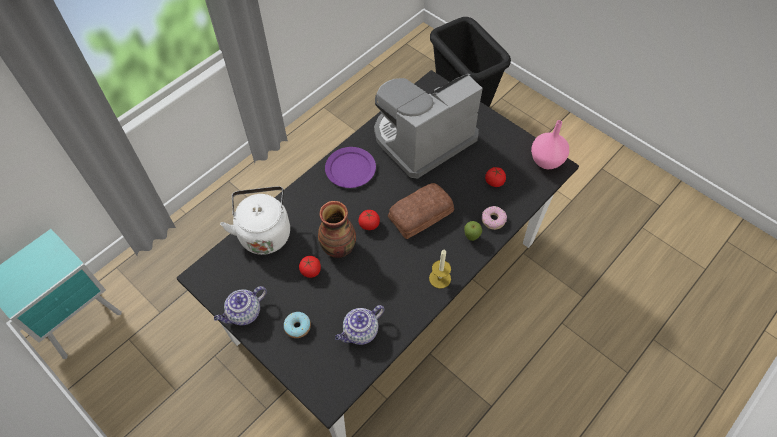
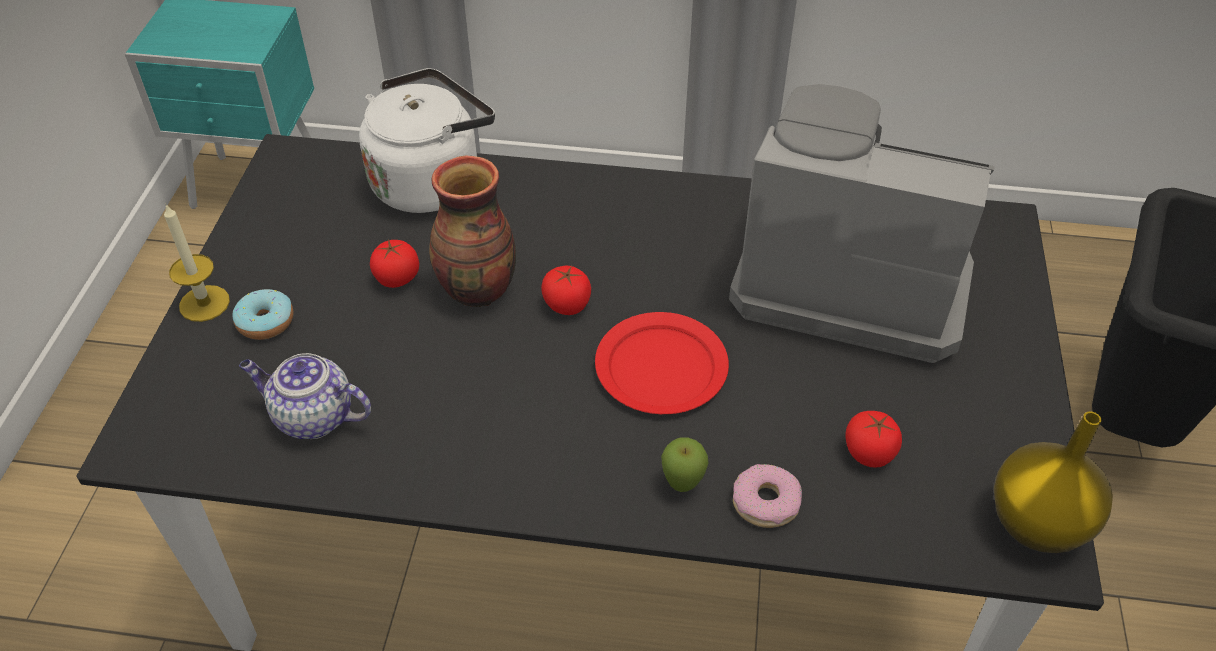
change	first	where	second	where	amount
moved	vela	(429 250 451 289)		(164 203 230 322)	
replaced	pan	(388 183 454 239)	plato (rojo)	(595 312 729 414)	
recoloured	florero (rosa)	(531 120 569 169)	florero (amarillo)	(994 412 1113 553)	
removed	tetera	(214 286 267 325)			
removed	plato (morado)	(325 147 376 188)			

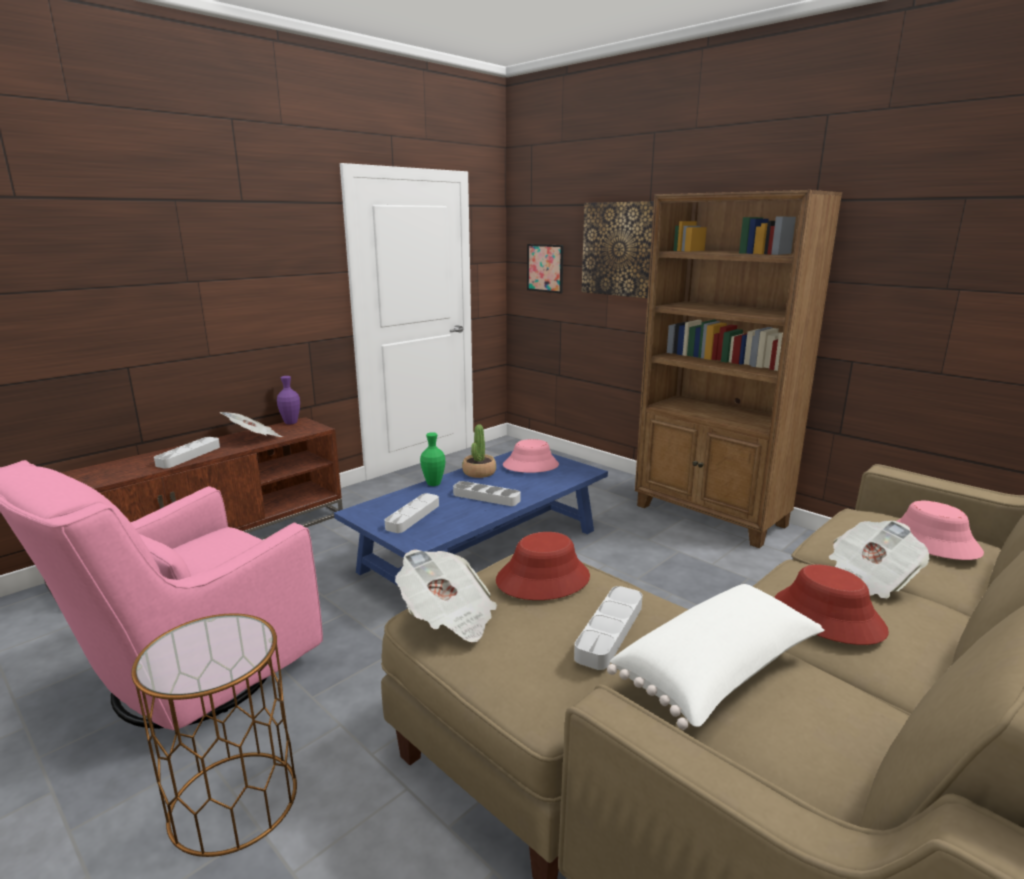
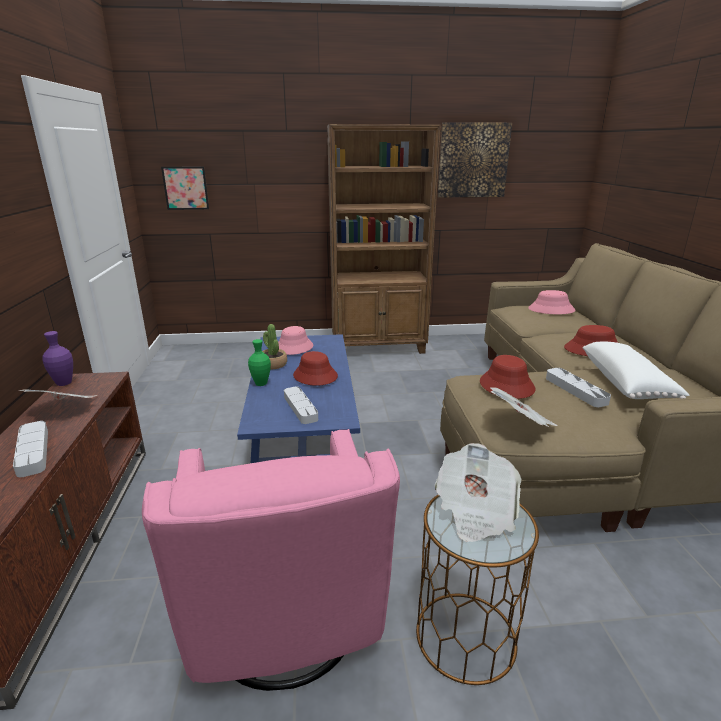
change	first	where	second	where	amount
replaced	bandeja (gris)	(453 481 520 506)	sombrero (rojo)	(293 351 338 386)	
moved	periódico	(829 521 930 598)		(435 443 521 542)	
moved	cuadro	(582 201 654 298)		(438 122 512 198)	

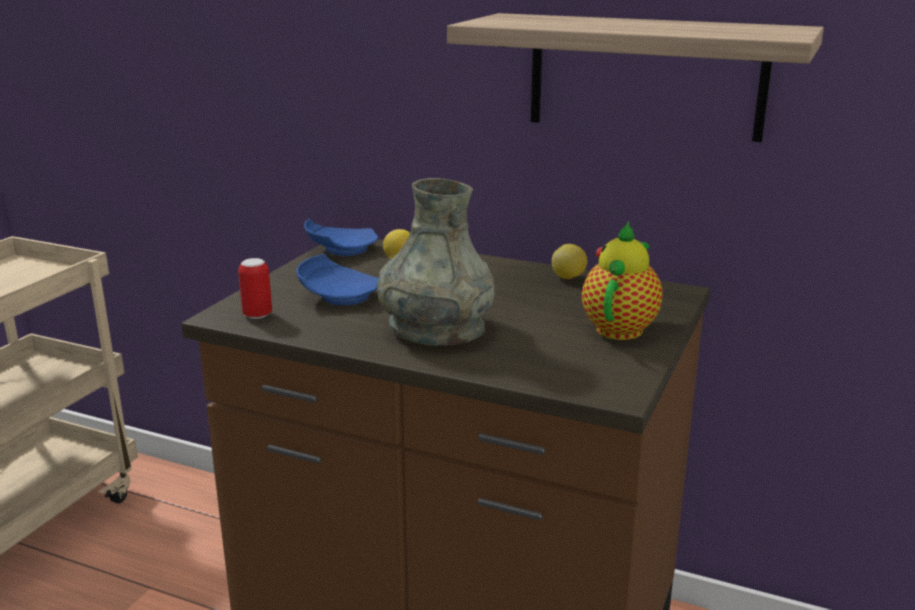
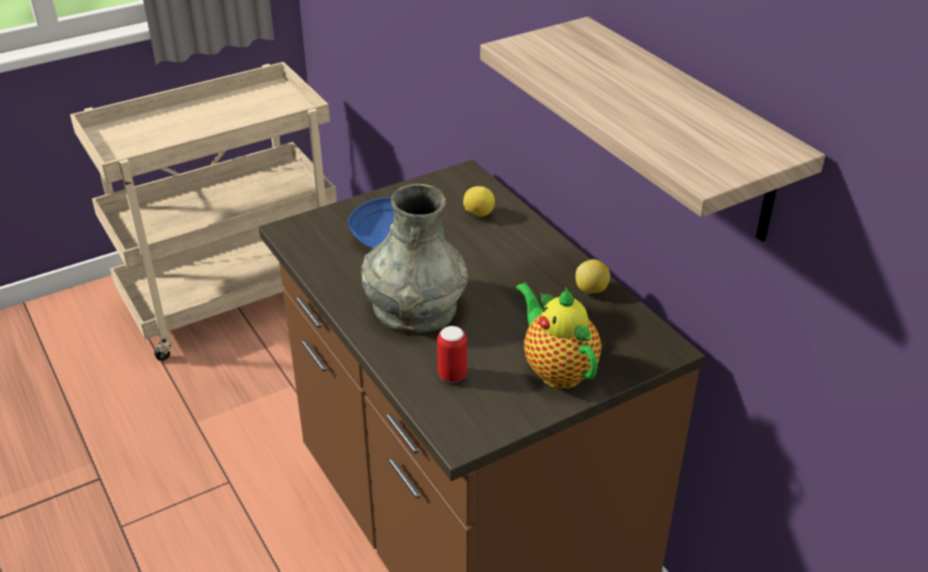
change	first	where	second	where	amount
moved	lata	(238 258 272 319)		(437 326 467 382)	
turned	tetera	(582 221 663 340)		(516 282 601 389)	90 degrees counterclockwise
removed	plato (azul)	(304 219 378 256)			

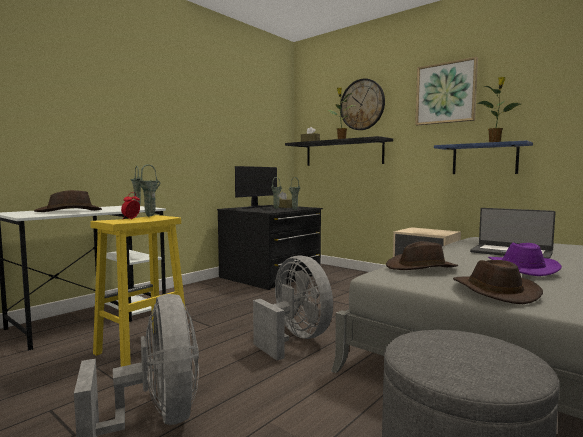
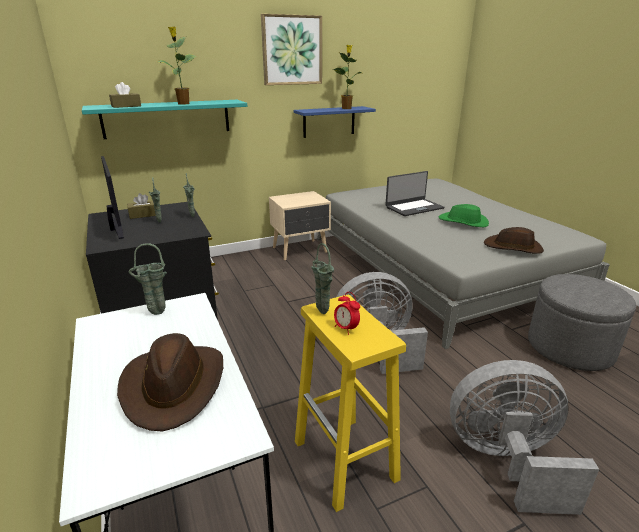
change	first	where	second	where	amount
recoloured	estante (negro)	(285 136 393 166)	estante (turquesa)	(82 100 247 139)	
recoloured	sombrero (morado)	(488 242 562 276)	sombrero (verde)	(439 204 489 227)	
removed	reloj de pared	(340 78 385 130)			
removed	sombrero (marrón)	(386 241 458 270)			

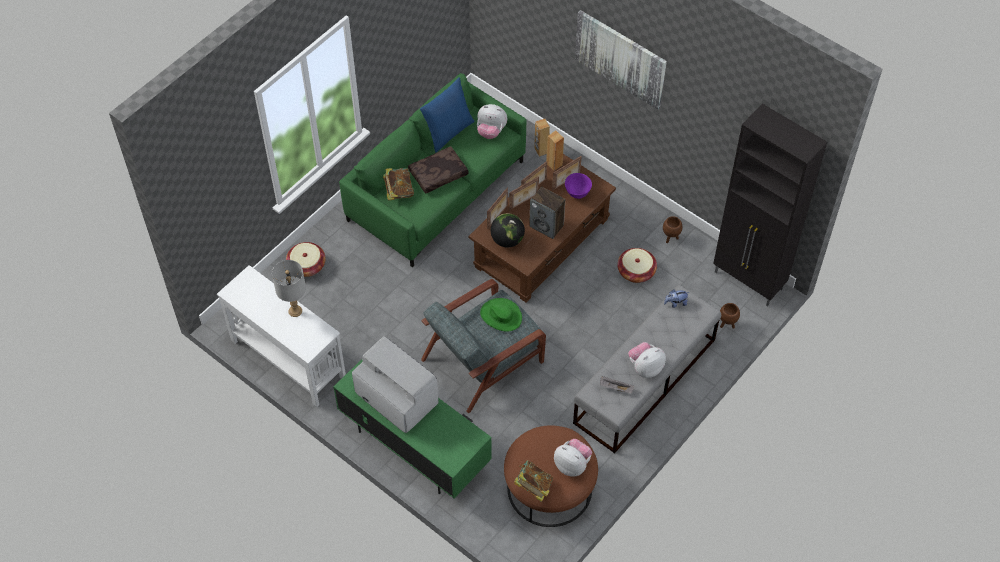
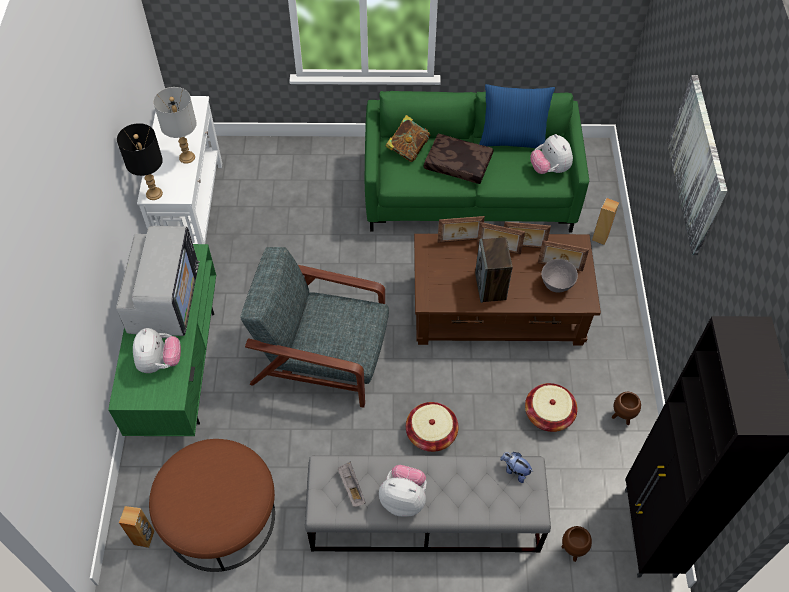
change	first	where	second	where	amount
added			lámpara de mesa (negro)	(117 123 163 200)	
moved	altavoz (marrón)	(546 130 564 171)		(119 506 155 548)	
moved	peluche	(554 439 592 477)		(133 328 181 373)	
moved	cesta	(286 242 326 277)		(406 402 458 452)	
recoloured	cuenco (morado)	(565 173 592 199)	cuenco (gris)	(541 259 578 293)	
removed	sombrero (verde)	(480 298 522 332)			
removed	globo terráqueo	(491 213 525 248)			
removed	libro	(514 460 553 502)			

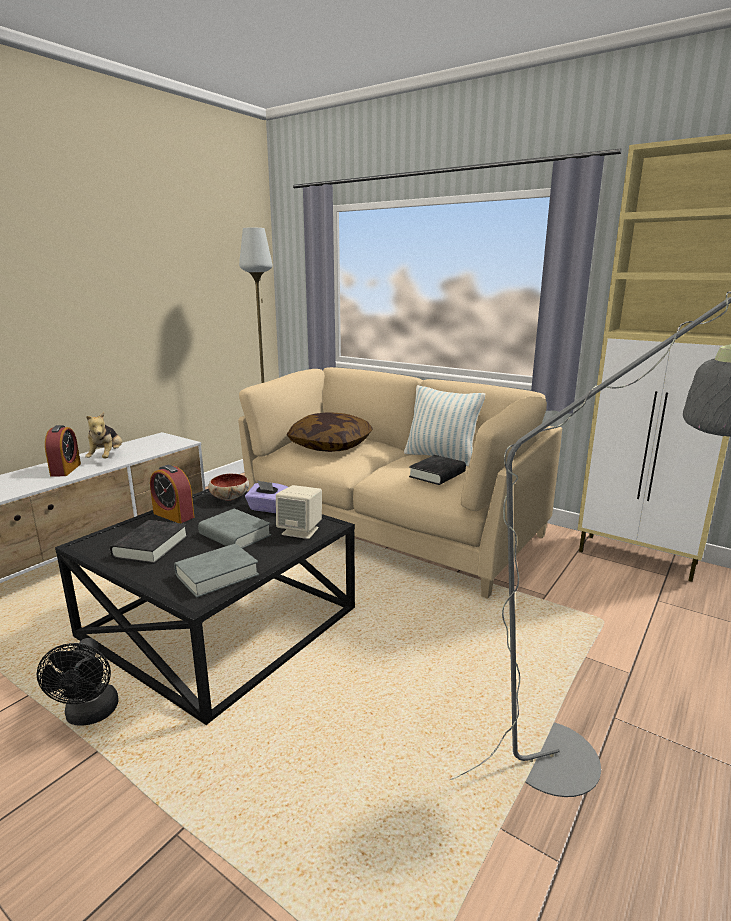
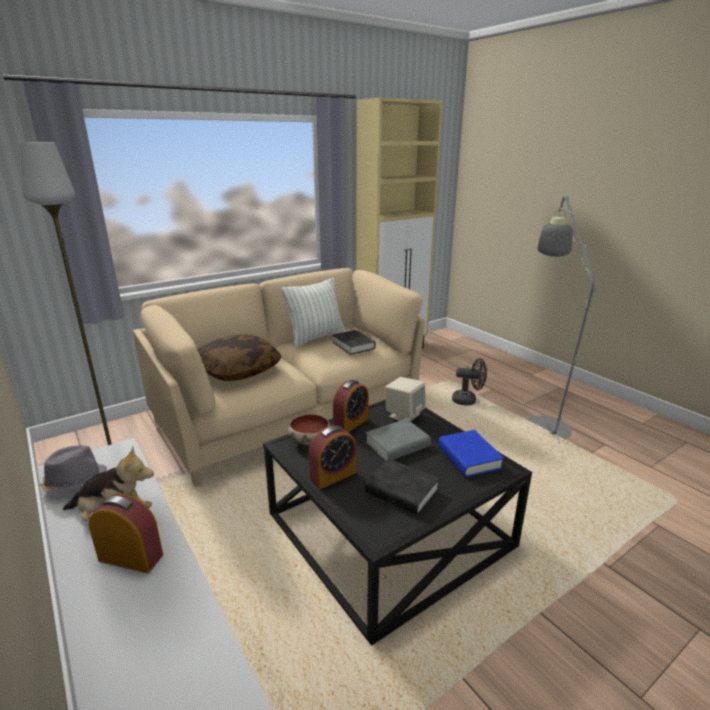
change	first	where	second	where	amount
added			sombrero (gris)	(40 445 107 491)	
replaced	caja de pañuelos (morado)	(245 480 288 513)	despertador	(333 380 369 433)	
recoloured	libro (gris)	(174 544 259 598)	libro (azul)	(438 430 504 477)	
moved	ventilador (negro)	(37 638 118 726)		(452 358 487 405)	

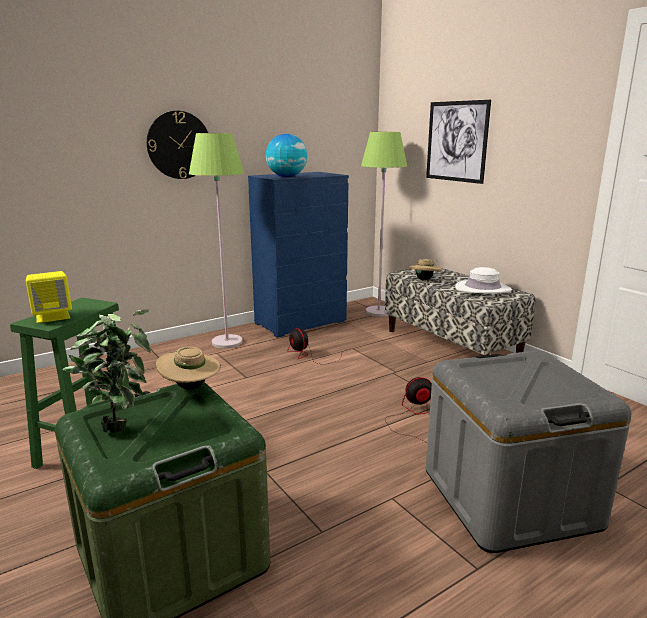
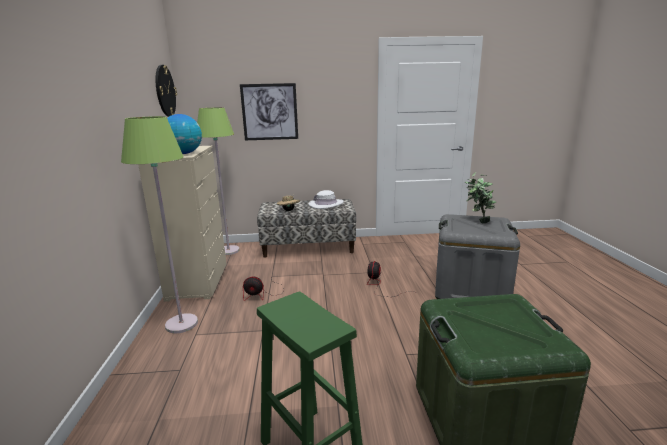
change	first	where	second	where	amount
recoloured	cómoda (azul)	(248 172 349 338)	cómoda (beis)	(138 146 227 302)	
moved	reloj de pared	(147 111 208 179)		(156 65 177 117)	
moved	planta en maceta	(62 309 151 433)		(465 172 496 223)	
removed	altavoz (amarillo)	(26 271 72 323)			
removed	sombrero (beis)	(156 347 221 390)			

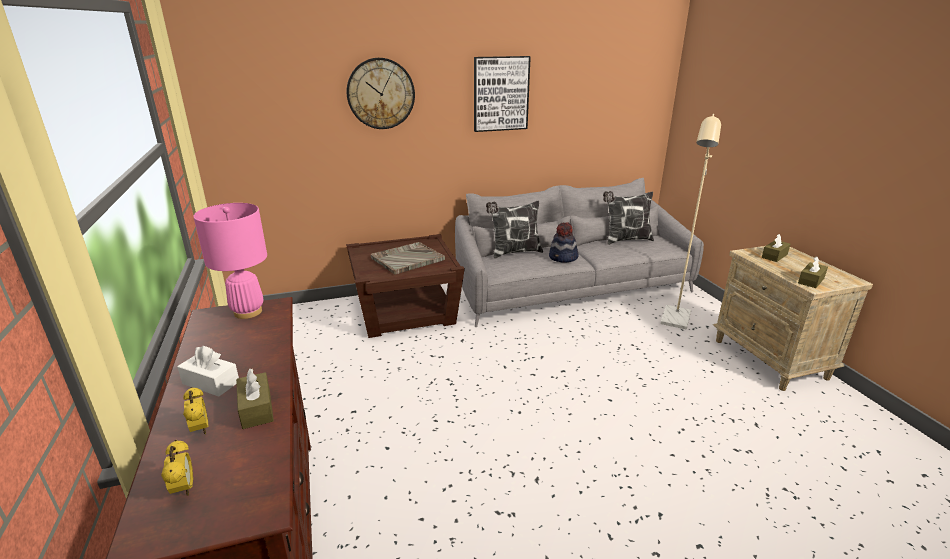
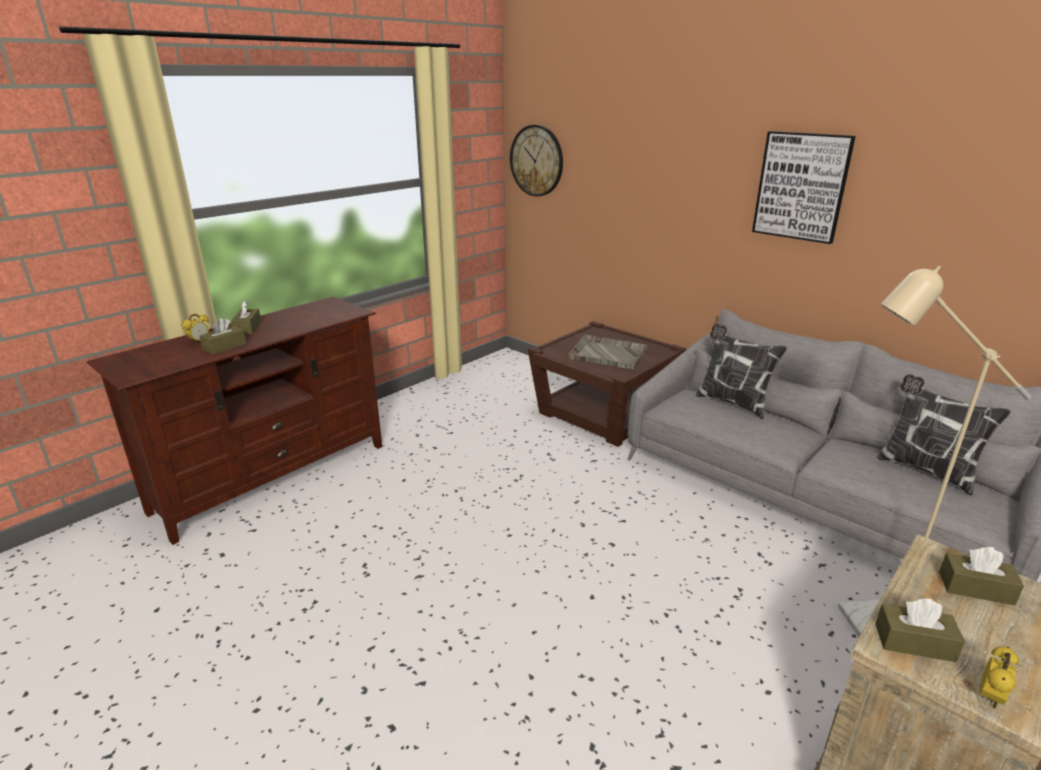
change	first	where	second	where	amount
recoloured	caja de pañuelos (blanco)	(177 346 239 397)	caja de pañuelos (marrón)	(231 301 261 334)	
moved	reloj de pared	(347 58 415 129)		(510 125 563 196)	
moved	despertador	(161 440 193 496)		(979 646 1019 708)	
removed	lámpara de mesa (rosa)	(193 203 267 319)			
removed	sombrero	(549 222 579 263)			

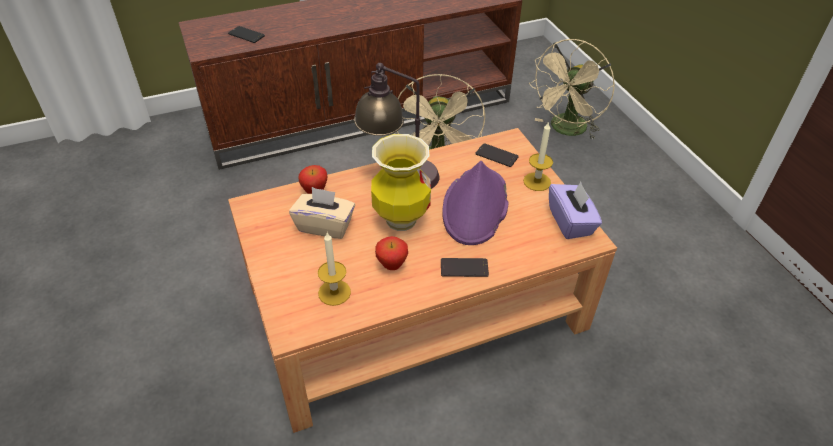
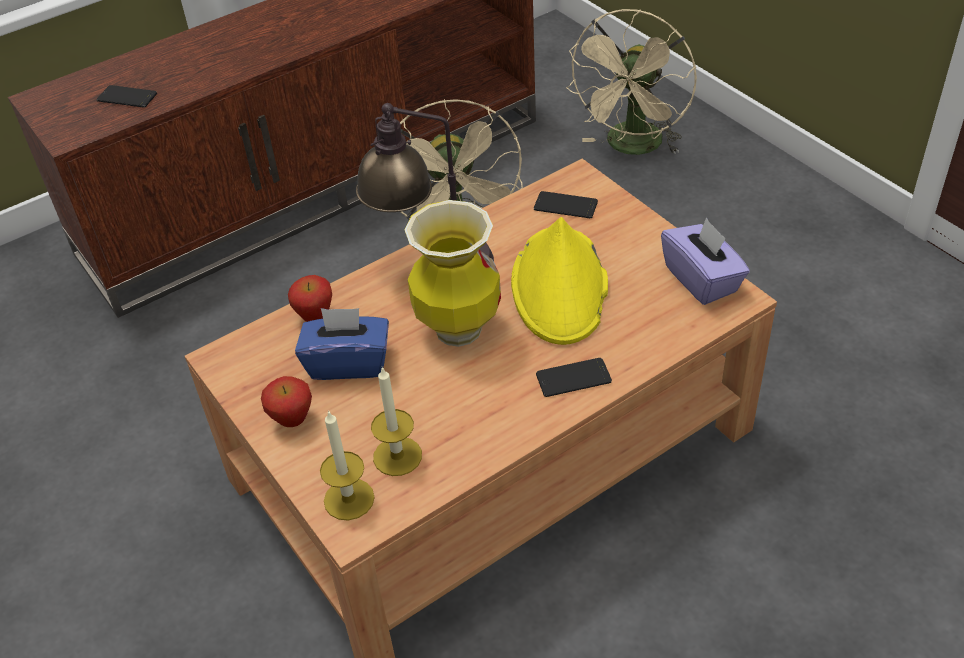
change	first	where	second	where	amount
moved	manzana	(375 236 408 270)		(261 376 312 427)	
recoloured	caja de pañuelos (beis)	(289 187 355 239)	caja de pañuelos (azul)	(295 308 389 380)	
moved	vela	(523 121 553 191)		(320 410 375 520)	
recoloured	sombrero (morado)	(442 161 509 245)	sombrero (amarillo)	(511 217 608 345)	

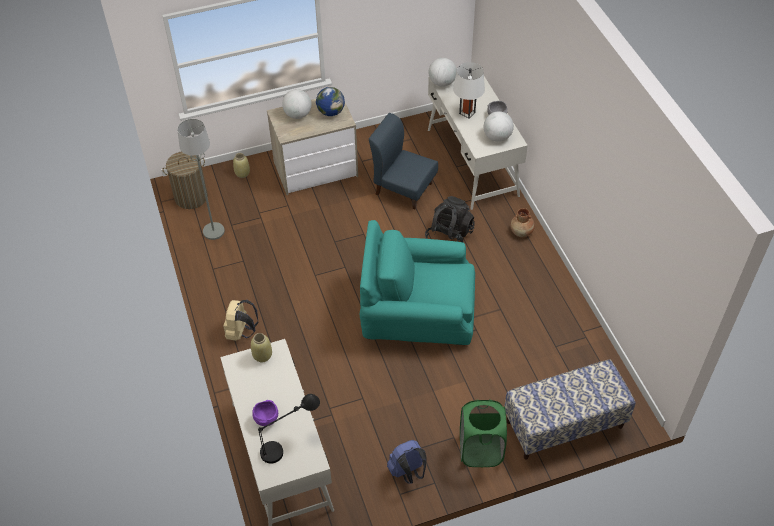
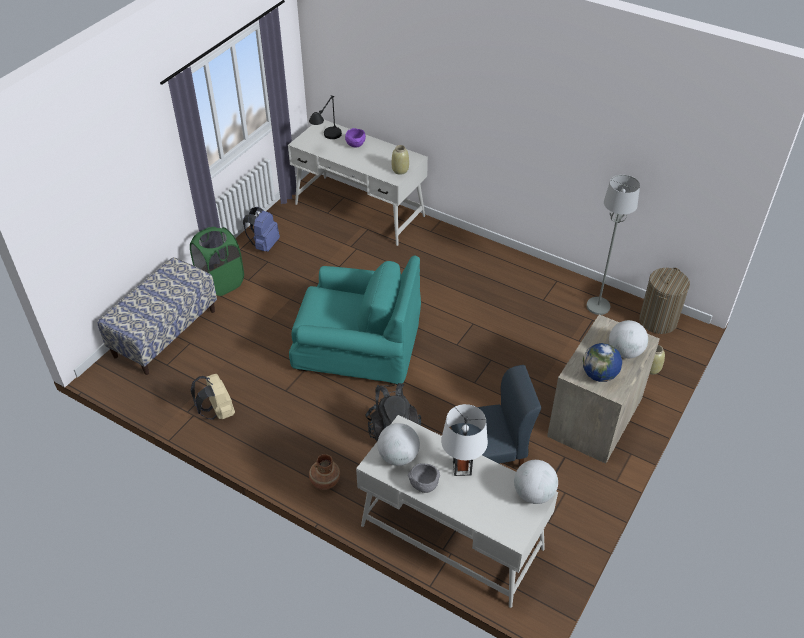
change	first	where	second	where	amount
moved	mochila (beis)	(223 300 258 341)		(191 374 235 419)	
turned	sillón (turquesa)	(360 220 475 345)		(289 256 421 384)	45 degrees clockwise

